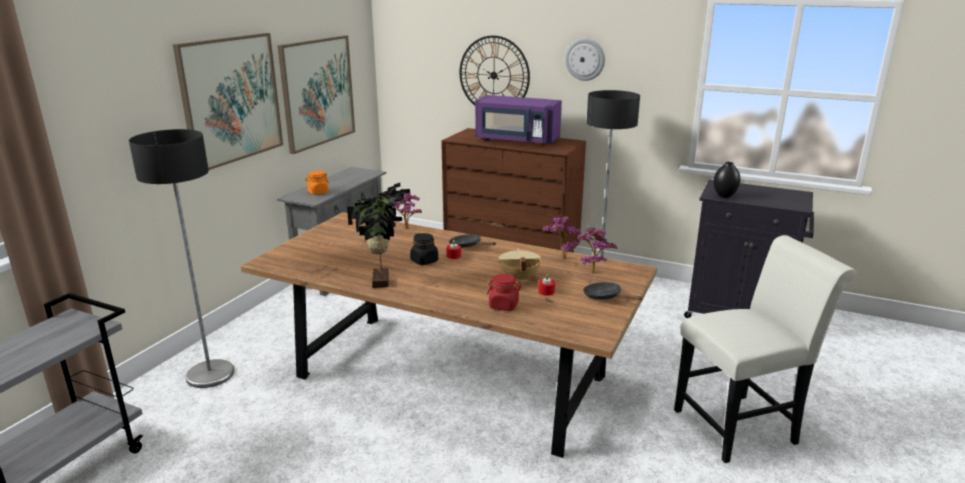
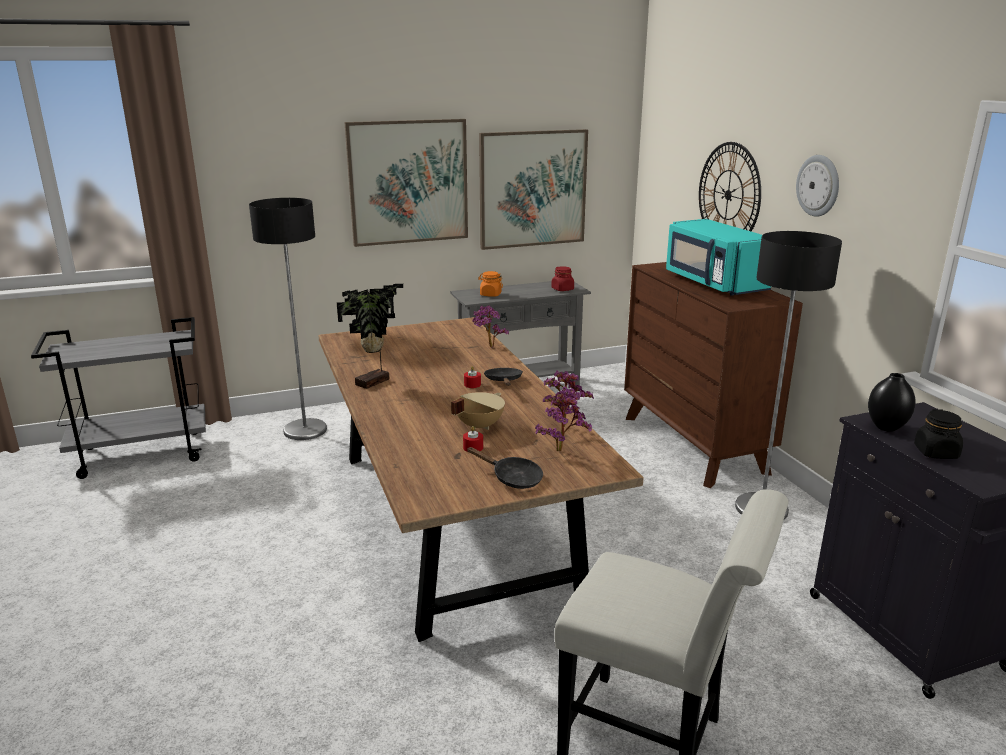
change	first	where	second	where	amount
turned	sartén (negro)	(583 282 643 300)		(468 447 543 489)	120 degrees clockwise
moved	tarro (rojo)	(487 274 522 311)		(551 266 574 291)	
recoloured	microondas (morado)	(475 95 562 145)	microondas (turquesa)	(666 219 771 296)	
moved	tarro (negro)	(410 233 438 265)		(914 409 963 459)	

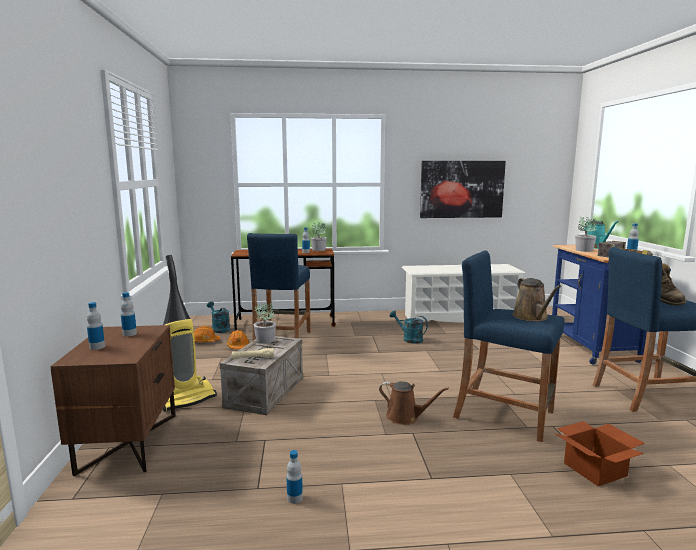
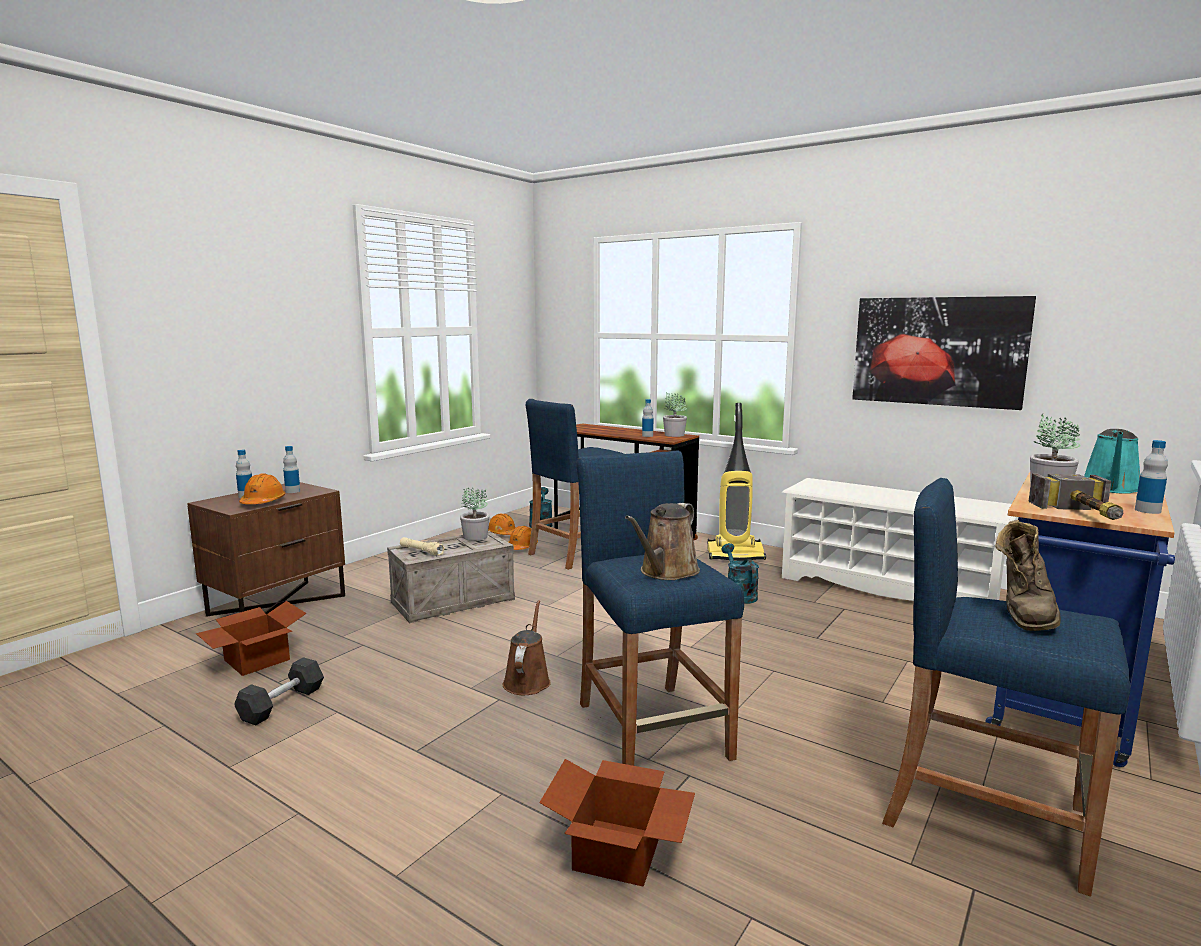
change	first	where	second	where	amount
added			caja de cartón	(196 601 307 676)	
replaced	botella	(286 450 303 504)	mancuerna (gris)	(234 657 324 725)	
added			casco (naranja)	(239 473 286 504)	
turned	regadera (marrón)	(379 381 449 425)		(503 600 551 695)	150 degrees counterclockwise
moved	aspiradora	(163 255 217 412)		(707 403 766 561)	

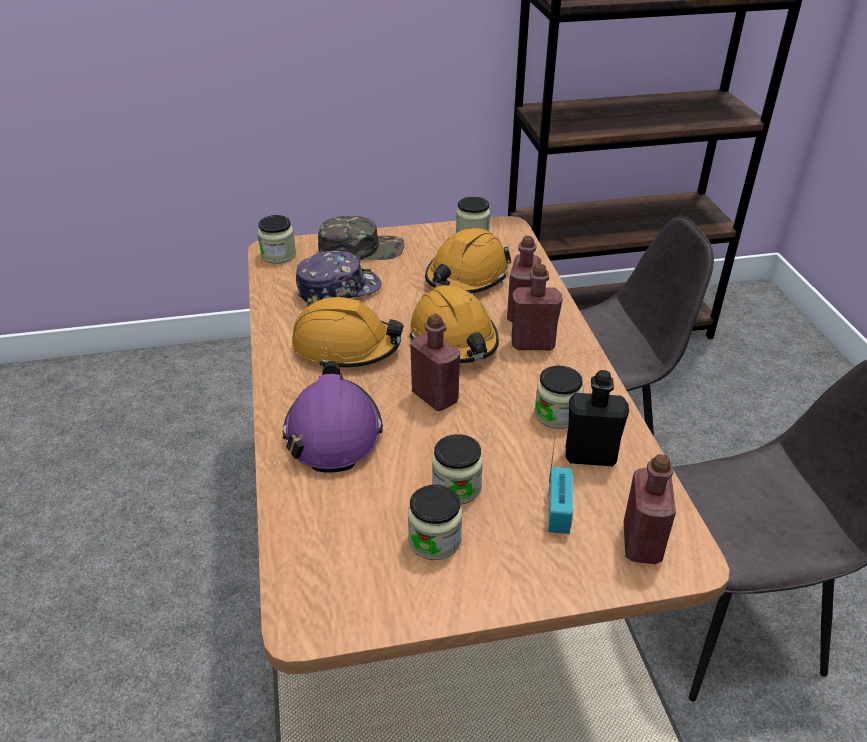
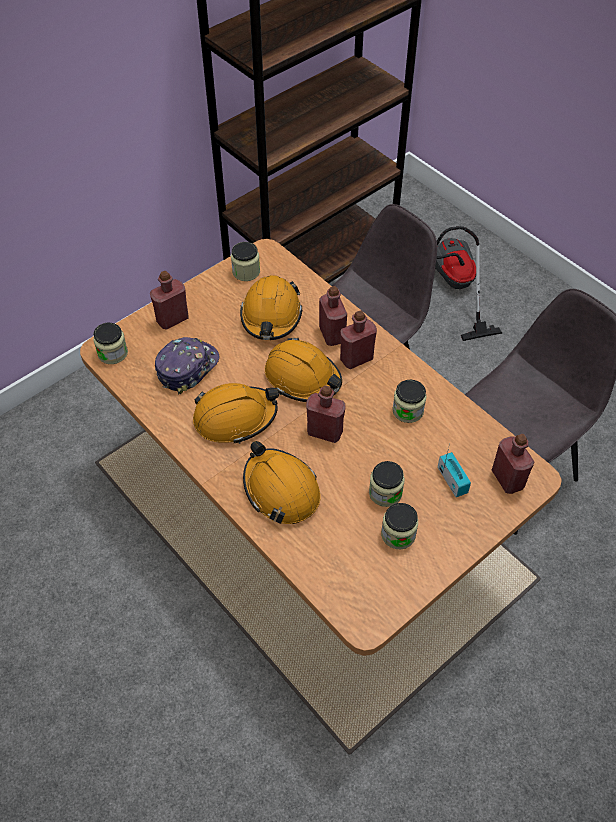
change	first	where	second	where	amount
replaced	gorra (verde)	(318 216 405 260)	botella (rojo)	(150 271 189 330)	
recoloured	casco (morado)	(282 361 383 472)	casco (naranja)	(243 441 321 524)	
added			aspiradora	(435 226 502 341)	
removed	botella (negro)	(566 370 629 466)			

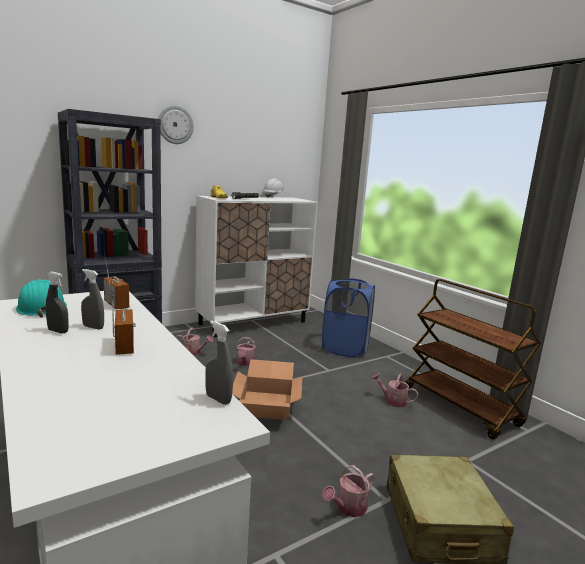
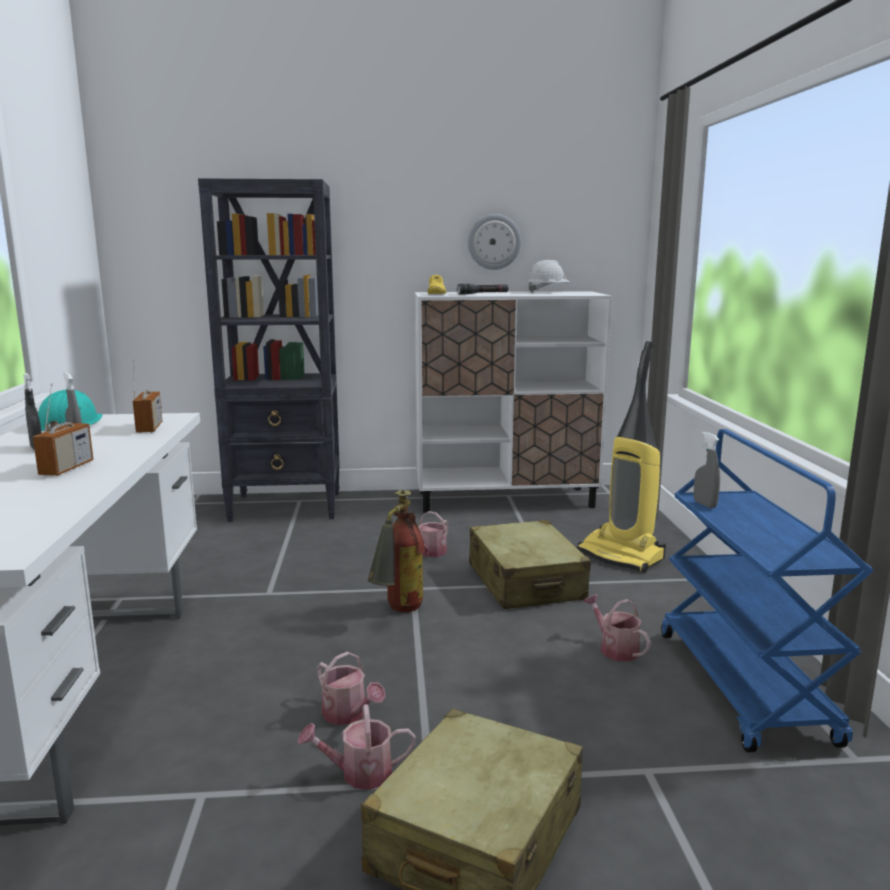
change	first	where	second	where	amount
moved	regadera	(176 328 213 355)		(317 652 385 725)	
replaced	caja de cartón	(232 359 302 420)	extintor	(368 490 425 612)	
moved	reloj de pared	(158 105 194 144)		(468 214 521 270)	
added			maleta (beis)	(469 520 591 609)	
replaced	cesto de la ropa (azul)	(322 278 375 357)	aspiradora	(577 341 666 573)	
recoloured	carrito (marrón)	(406 279 541 439)	carrito (azul)	(661 429 874 752)	
moved	pulverizador (gris)	(205 321 233 405)		(694 432 720 508)	

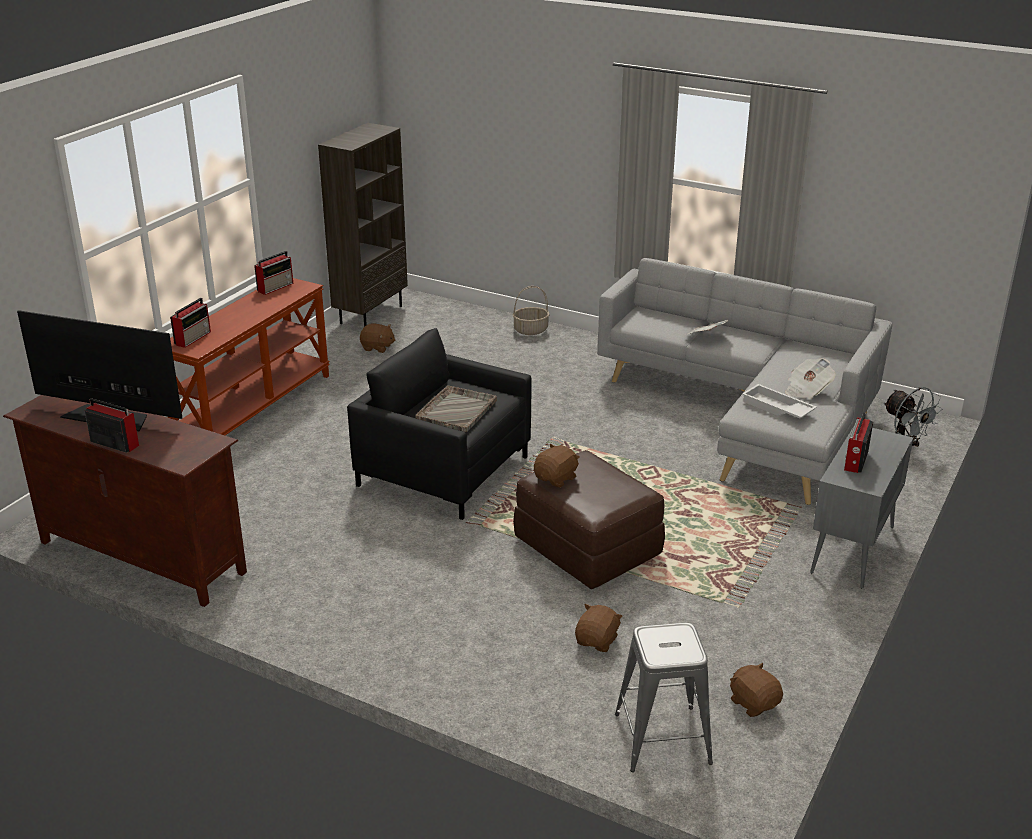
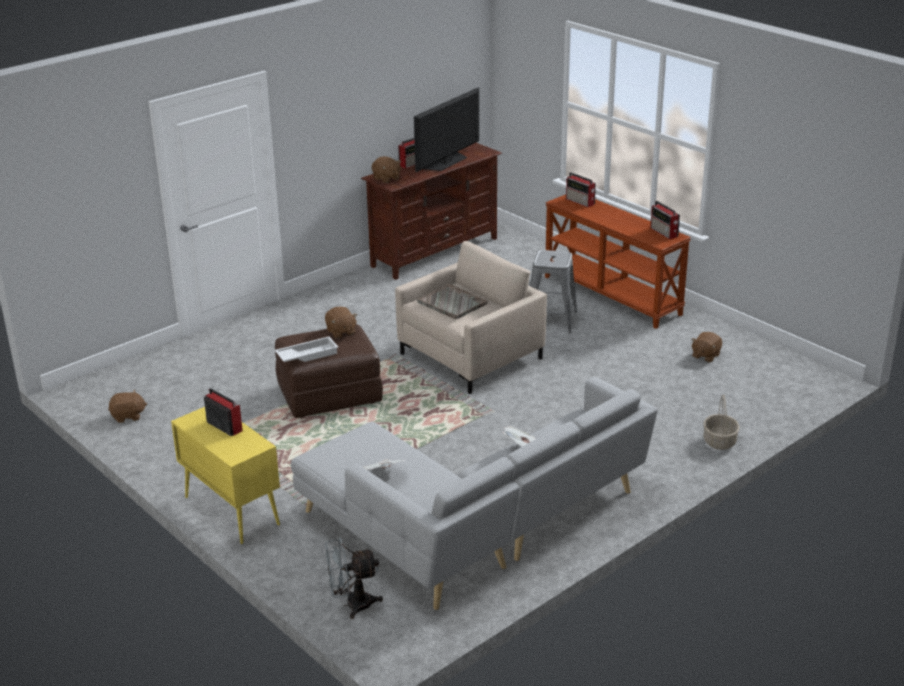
change	first	where	second	where	amount
recoloured	armario (gris)	(810 428 913 589)	armario (amarillo)	(171 407 280 544)	
moved	bandeja (blanco)	(742 384 817 419)		(275 337 338 362)	
moved	peluche (marrón)	(575 604 623 652)		(372 156 401 183)	
recoloured	sillón (negro)	(347 328 532 520)	sillón (beis)	(395 241 547 394)	
moved	taburete (gris)	(615 623 713 772)		(530 250 577 333)	
removed	estantería (marrón)	(318 123 408 327)			

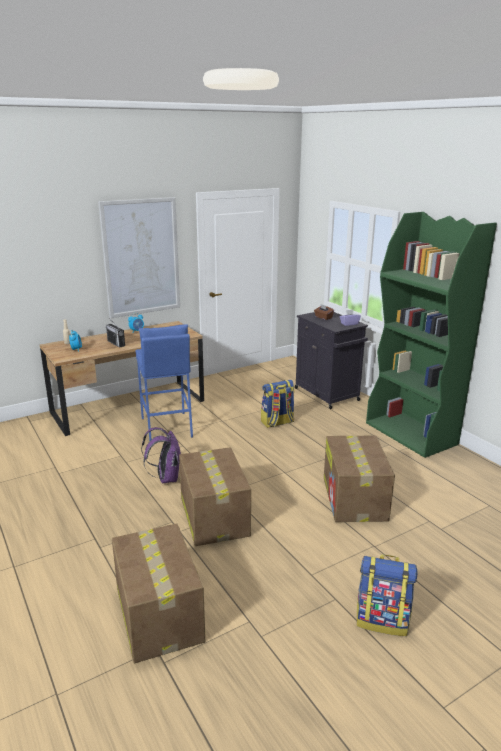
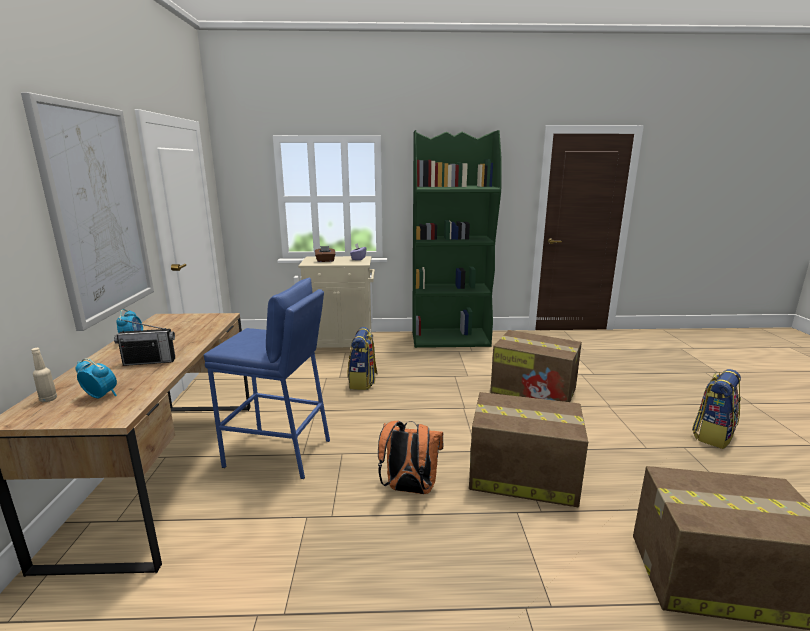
change	first	where	second	where	amount
recoloured	armario (negro)	(295 312 368 409)	armario (beis)	(298 256 375 348)	
recoloured	mochila (morado)	(141 427 181 483)	mochila (naranja)	(378 421 443 494)	

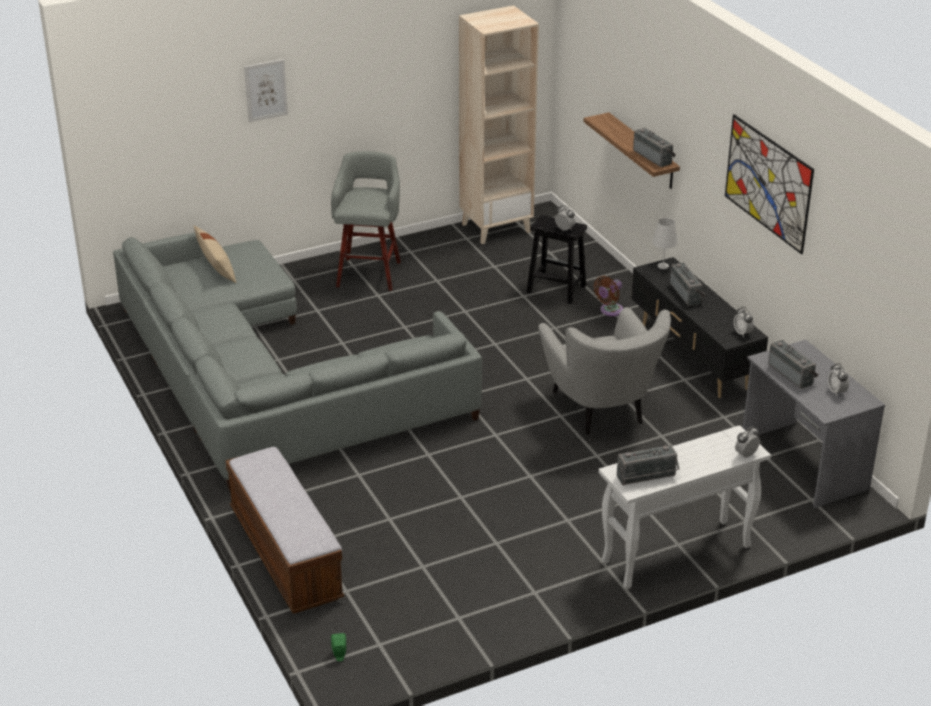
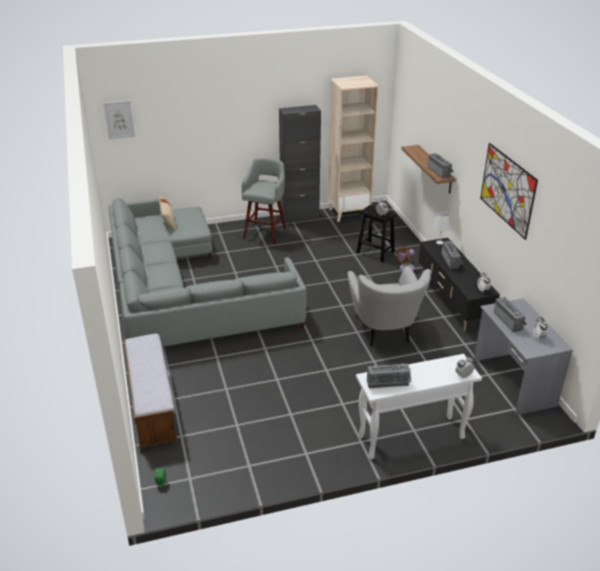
change	first	where	second	where	amount
moved	cuadro	(244 59 288 122)		(103 100 135 139)	
added			armario (negro)	(279 105 321 223)	

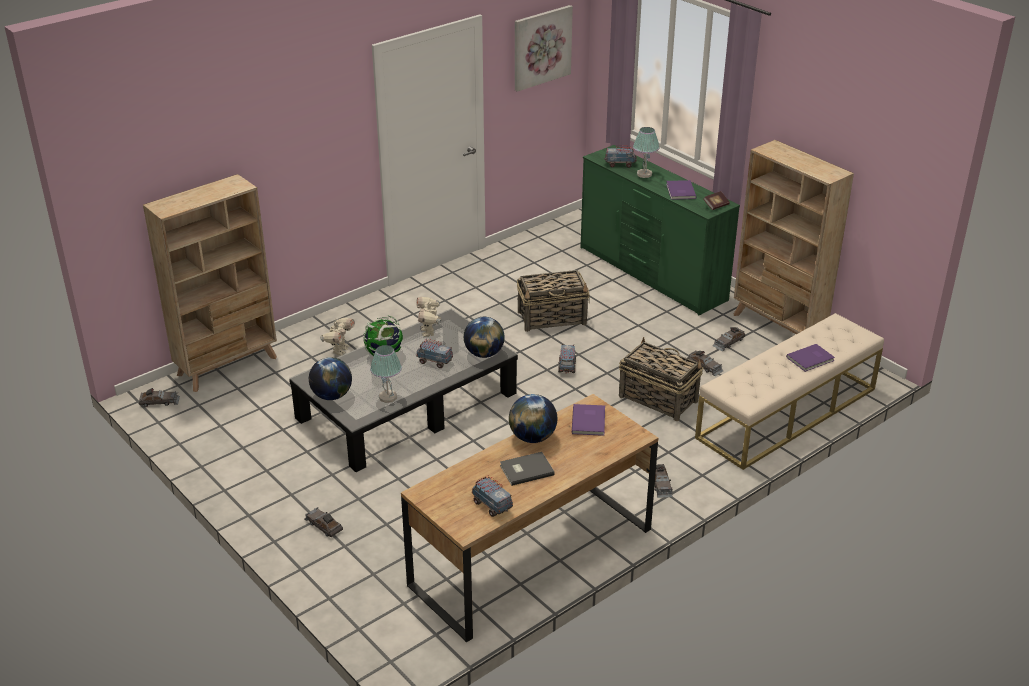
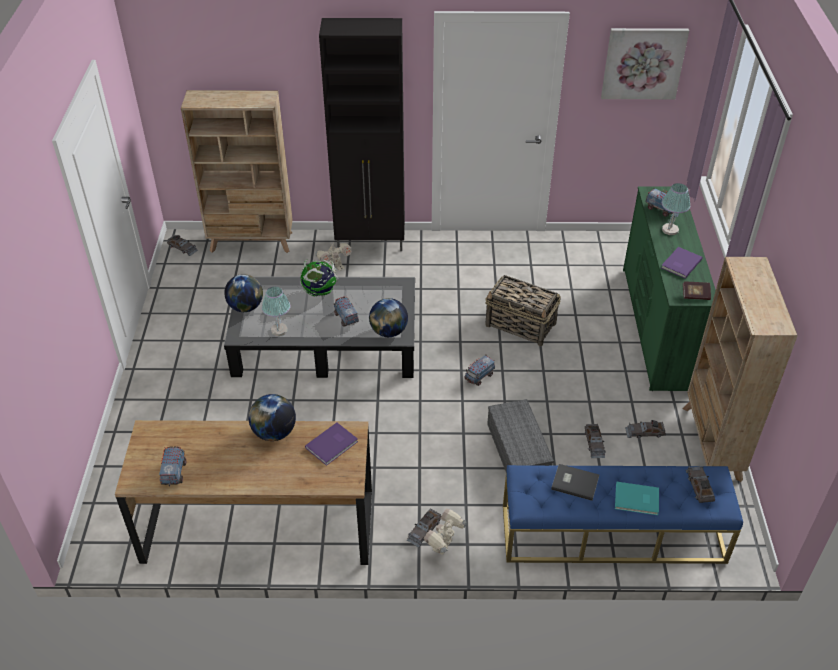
change	first	where	second	where	amount
added			armario (negro)	(319 18 405 251)	
moved	robot de juguete	(416 297 442 337)		(424 508 466 555)	
replaced	cesta	(619 337 703 421)	caja de almacenaje (gris)	(487 399 554 471)	
recoloured	banco (beis)	(695 313 884 470)	banco (azul)	(503 465 743 564)	
moved	libro (gris)	(500 452 555 486)		(551 464 599 501)	
recoloured	libro (morado)	(786 344 835 372)	libro (turquesa)	(615 482 659 515)	
moved	coche de juguete (gris)	(305 507 343 537)		(686 465 715 503)	

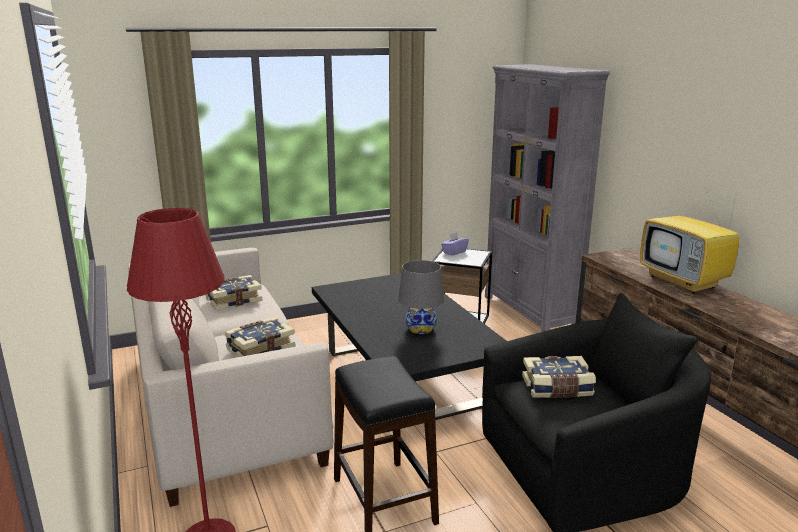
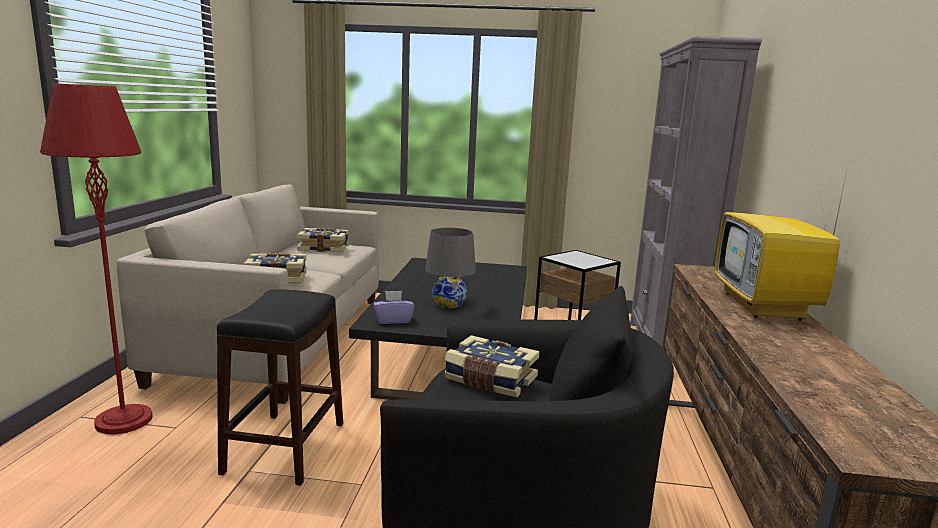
change	first	where	second	where	amount
moved	caja de pañuelos (morado)	(441 232 469 256)		(374 291 415 324)	

